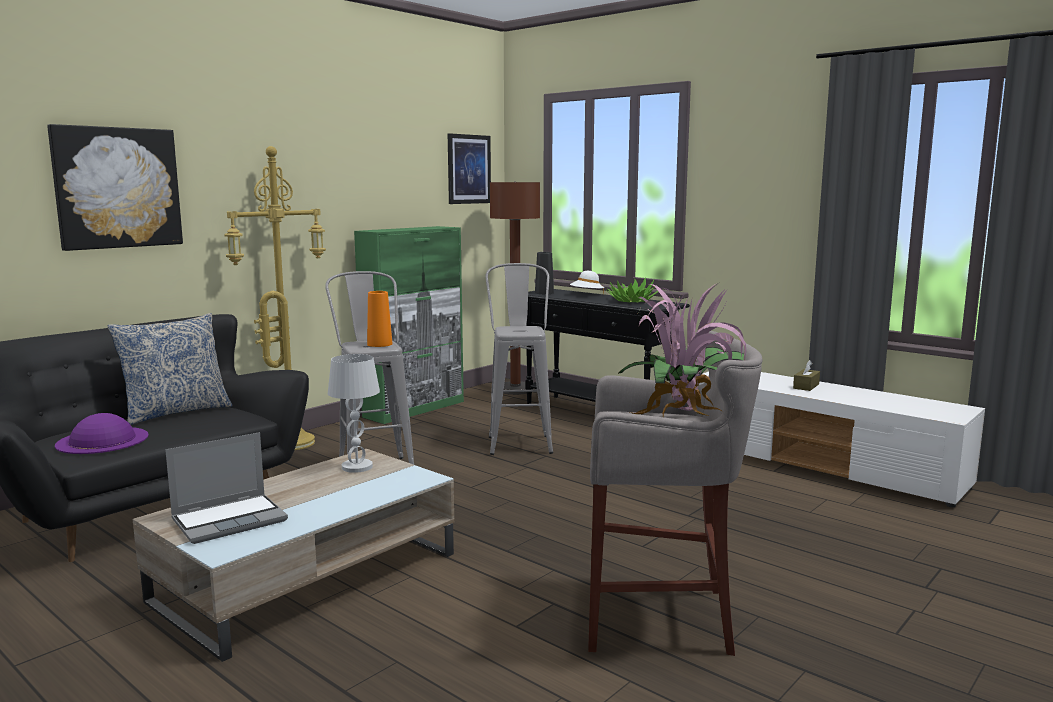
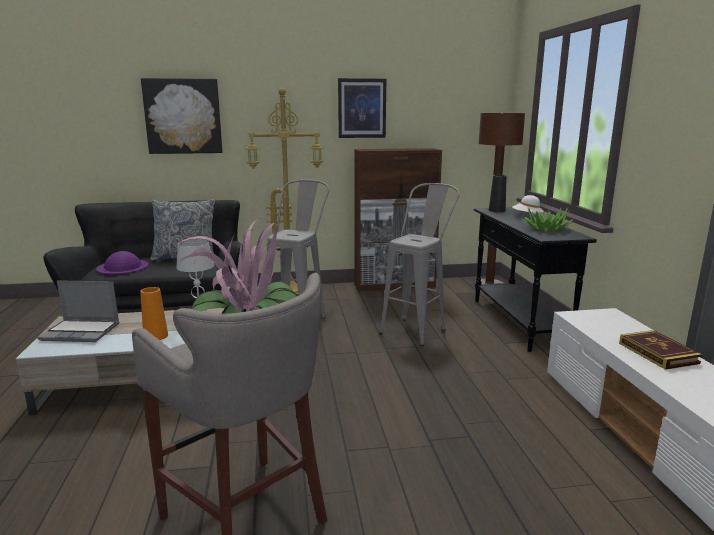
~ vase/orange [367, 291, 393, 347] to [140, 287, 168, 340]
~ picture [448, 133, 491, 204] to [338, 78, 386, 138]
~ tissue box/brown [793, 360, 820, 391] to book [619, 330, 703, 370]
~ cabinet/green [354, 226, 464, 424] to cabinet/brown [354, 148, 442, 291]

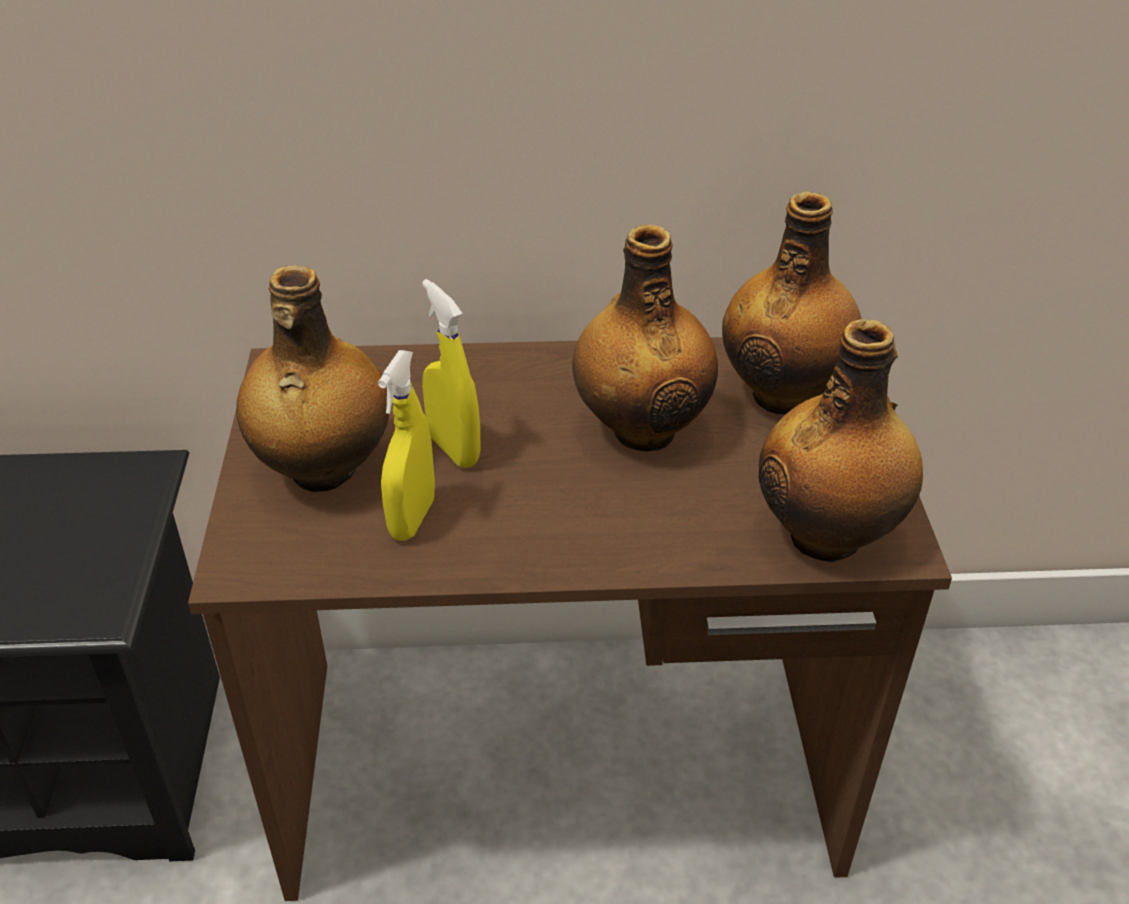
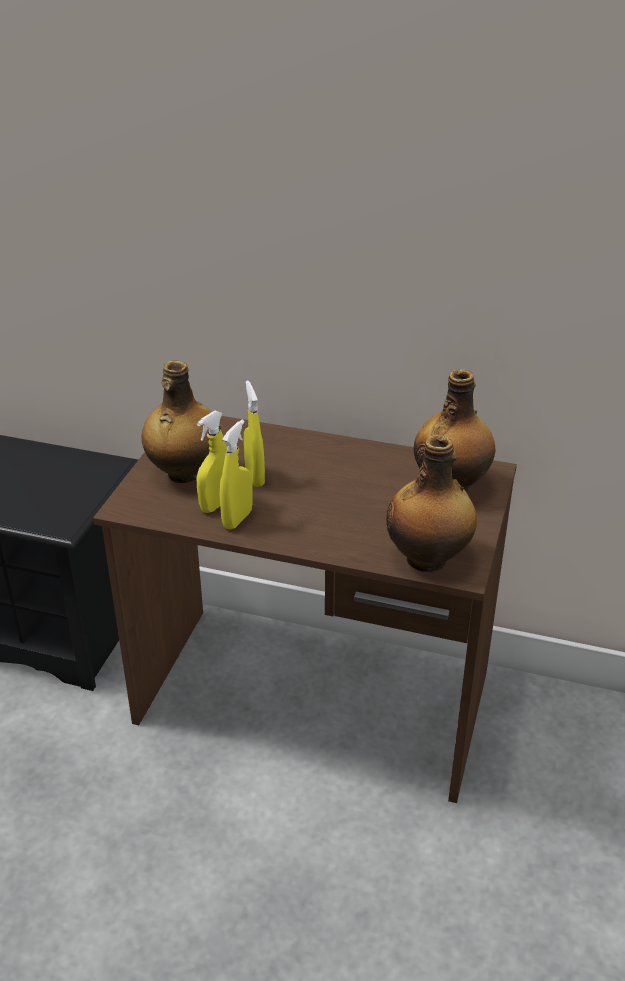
- bottle [572, 225, 718, 451]
+ spray bottle/yellow [220, 420, 253, 530]

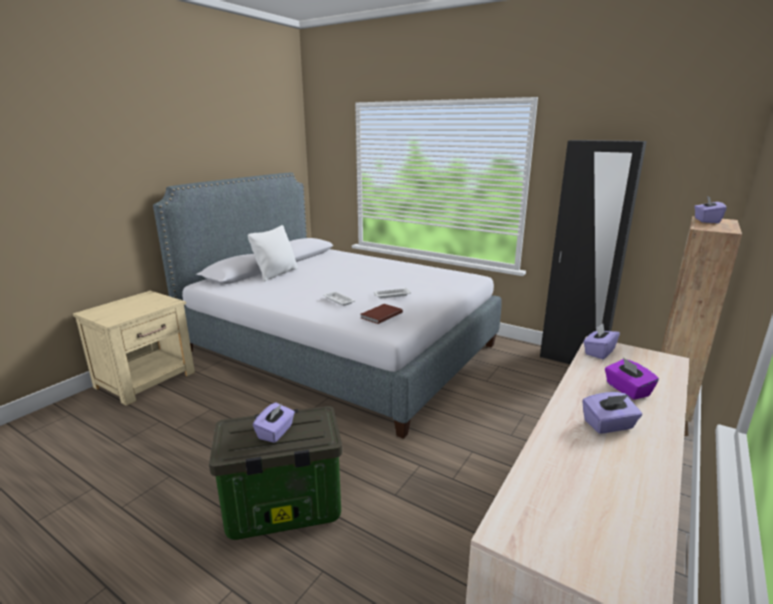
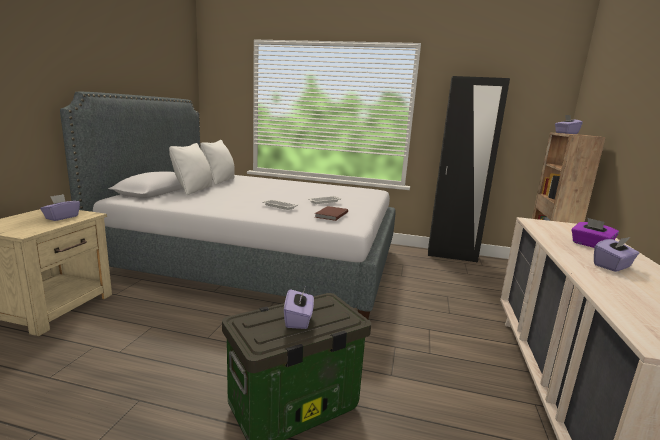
+ pillow/white [201, 140, 235, 185]
~ tissue box/purple [583, 324, 620, 359] to [40, 194, 80, 221]

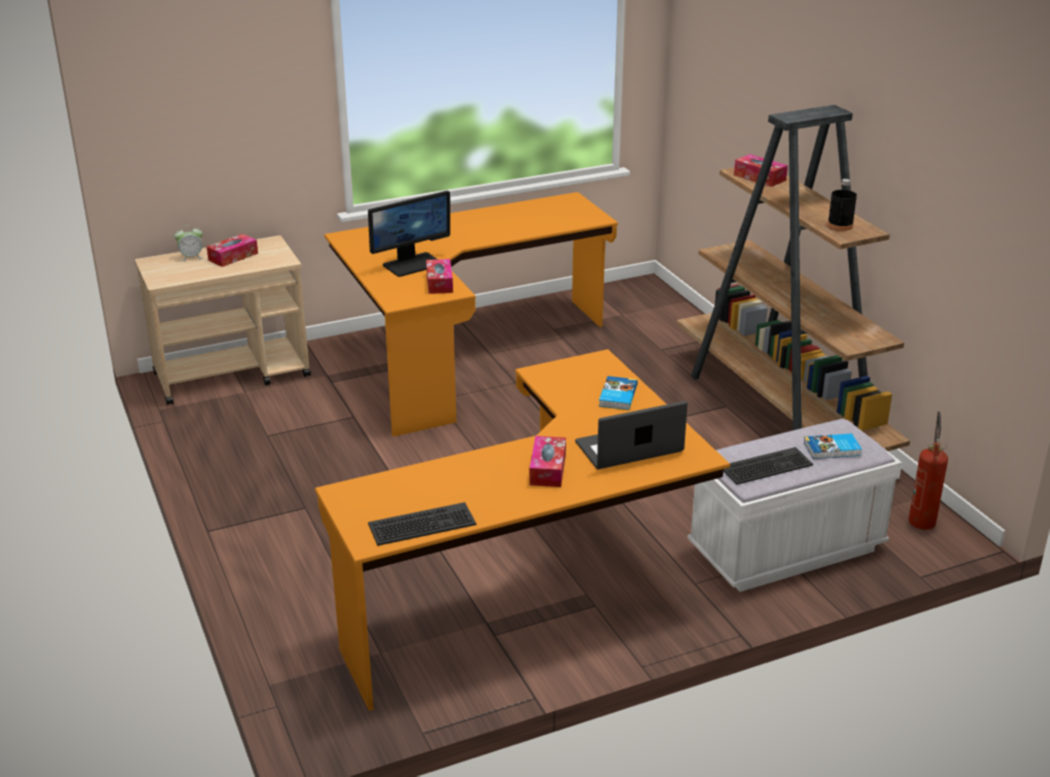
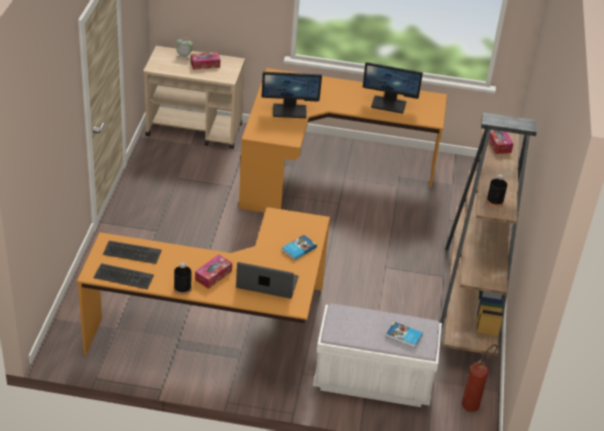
- tissue box [426, 259, 453, 294]
+ bottle/black [174, 262, 192, 295]
+ monitor [363, 62, 423, 114]
~ keyboard [723, 447, 813, 485] to [103, 241, 162, 264]

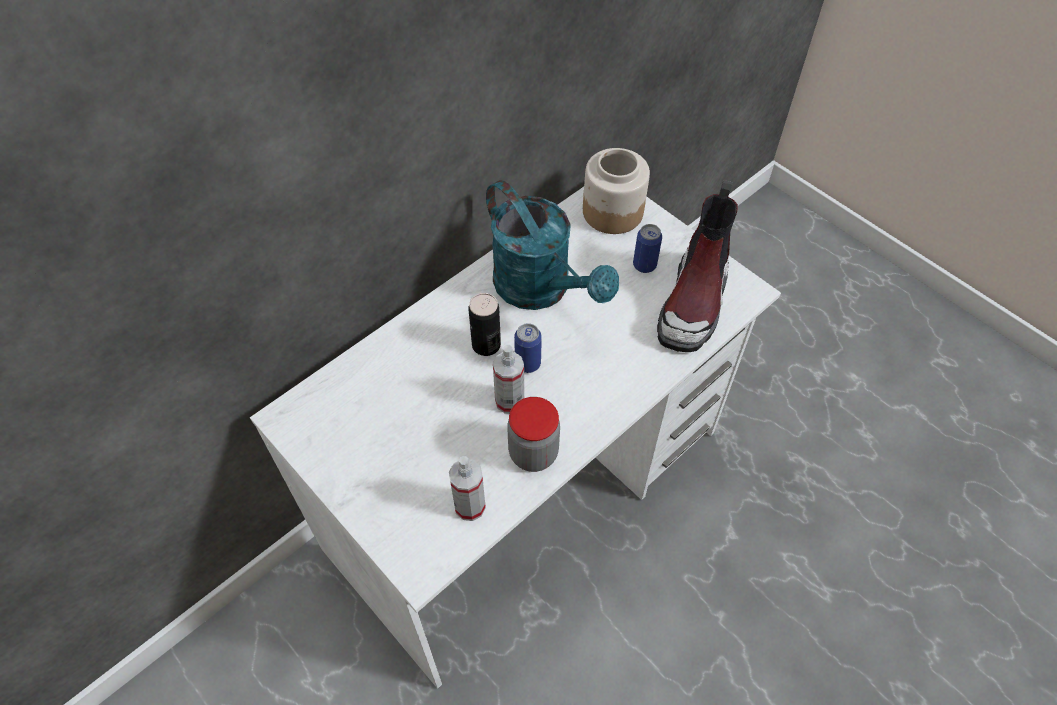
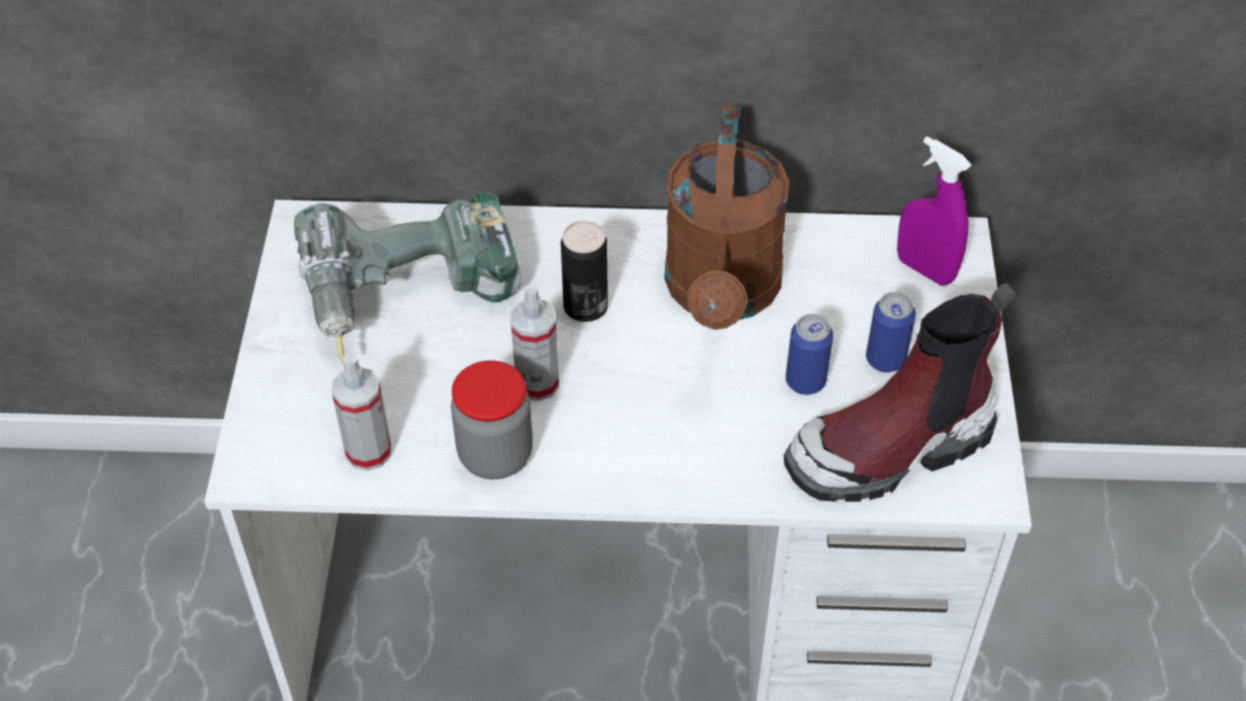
+ power drill [294, 192, 521, 363]
~ can [514, 323, 542, 373] to [786, 314, 833, 395]
~ jar [583, 148, 650, 234] to spray bottle/purple [897, 136, 972, 285]
~ watering can/turquoise [486, 180, 619, 310] to watering can/brown [664, 104, 789, 330]

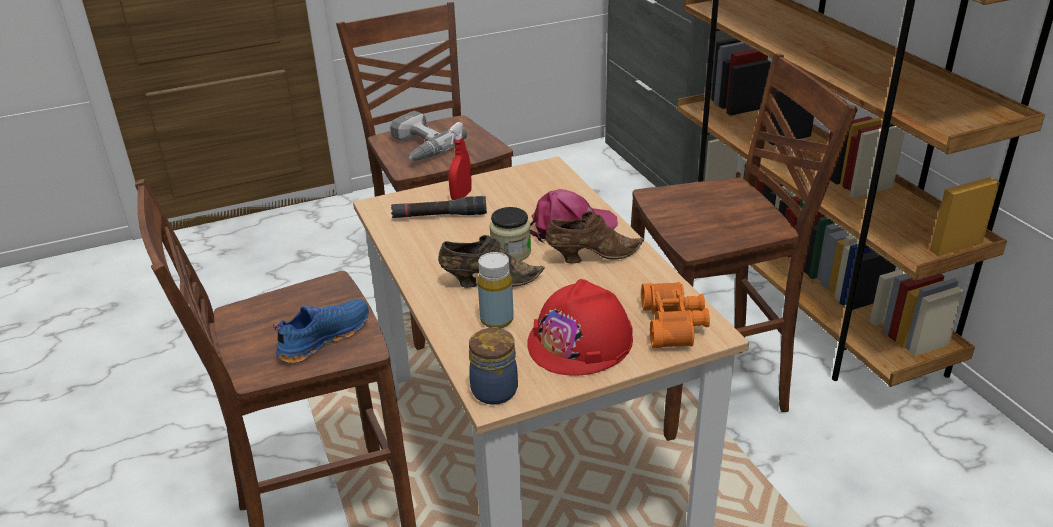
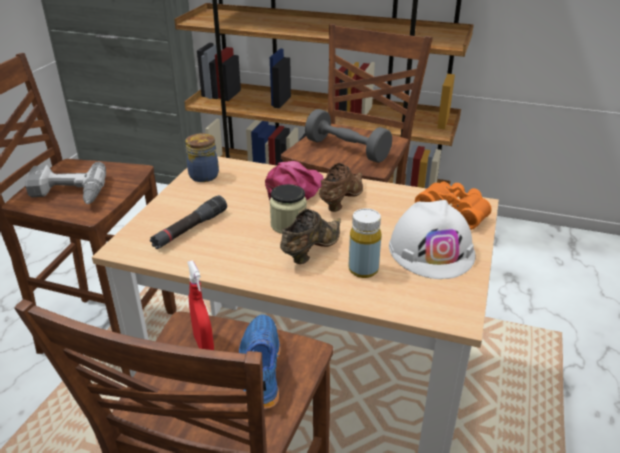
+ dumbbell/grey [305, 109, 392, 163]
~ spray bottle/red [448, 122, 472, 200] to [187, 260, 214, 350]
~ jar [469, 327, 518, 405] to [185, 133, 219, 182]
~ hard hat/red [527, 279, 633, 376] to hard hat/white [389, 200, 476, 279]

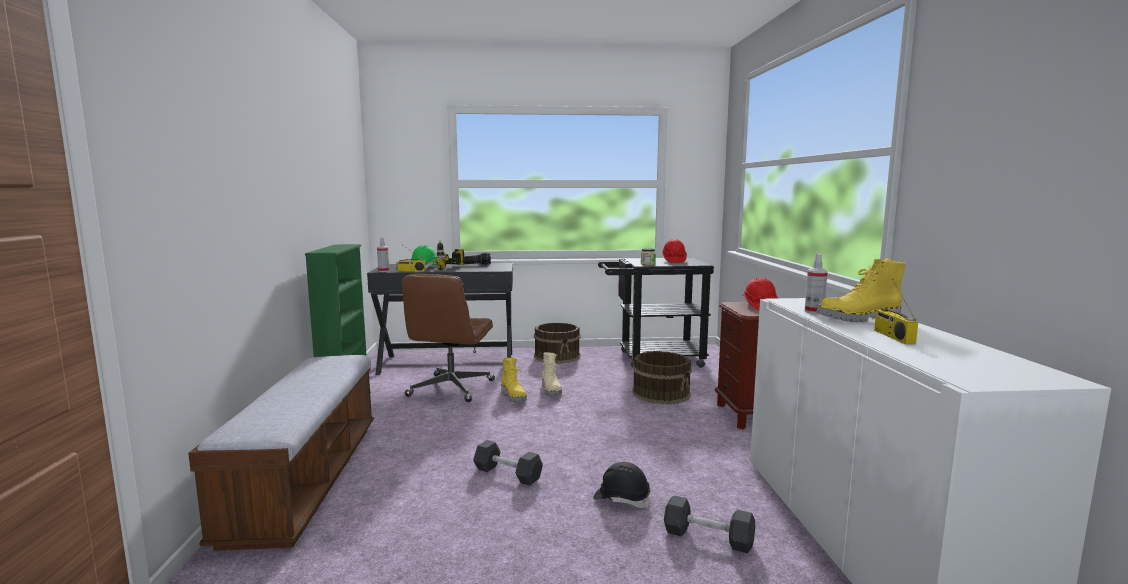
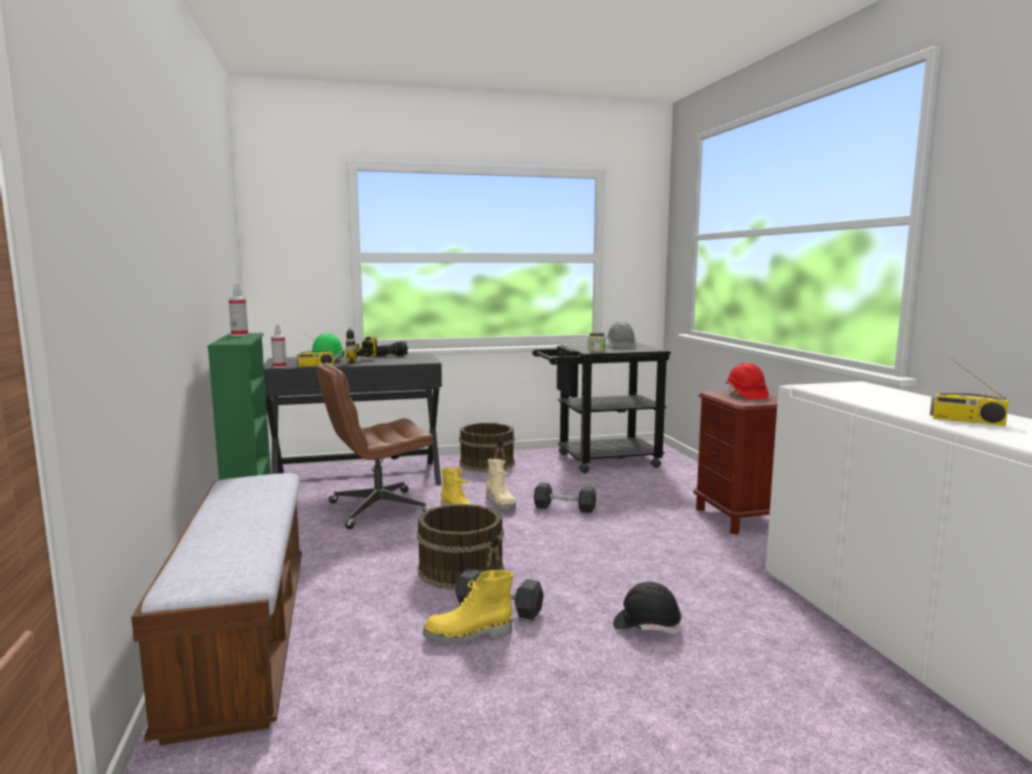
~ bucket/brown [632, 351, 692, 404] to [417, 504, 504, 590]
~ dumbbell/grey [664, 495, 755, 553] to [534, 482, 596, 513]
~ spray bottle [805, 254, 828, 314] to [229, 284, 248, 336]
~ boot/yellow [816, 258, 906, 323] to [422, 570, 513, 645]
~ hard hat/red [662, 239, 687, 263] to hard hat/grey [606, 322, 636, 349]
~ office chair/brown [402, 274, 495, 402] = [316, 362, 434, 529] 60 degrees clockwise
~ radio [874, 279, 918, 344] = [930, 359, 1009, 426] 45 degrees counterclockwise

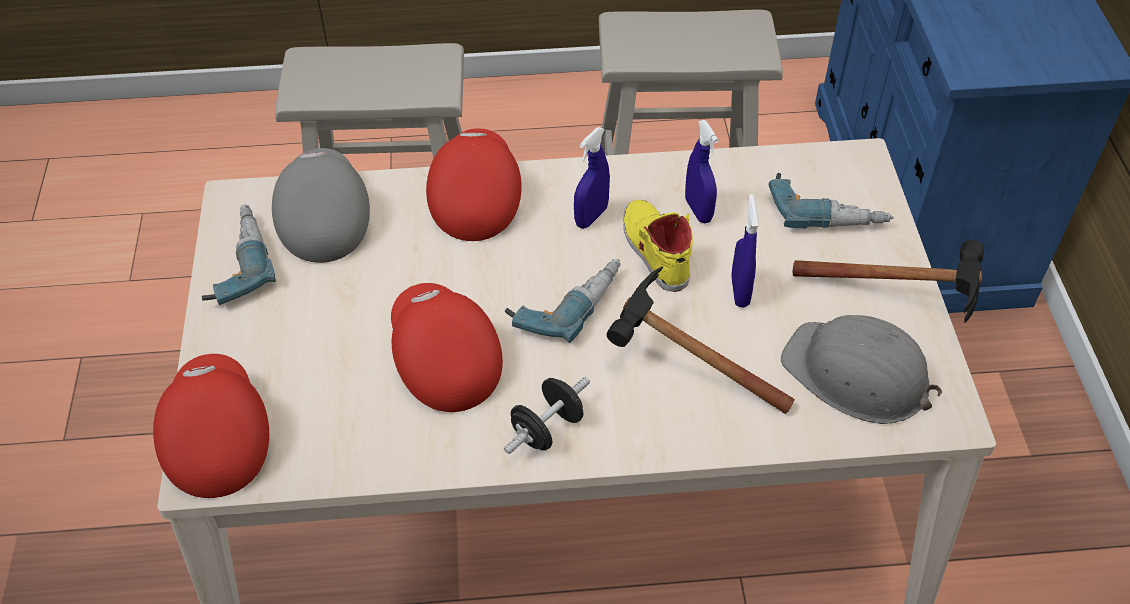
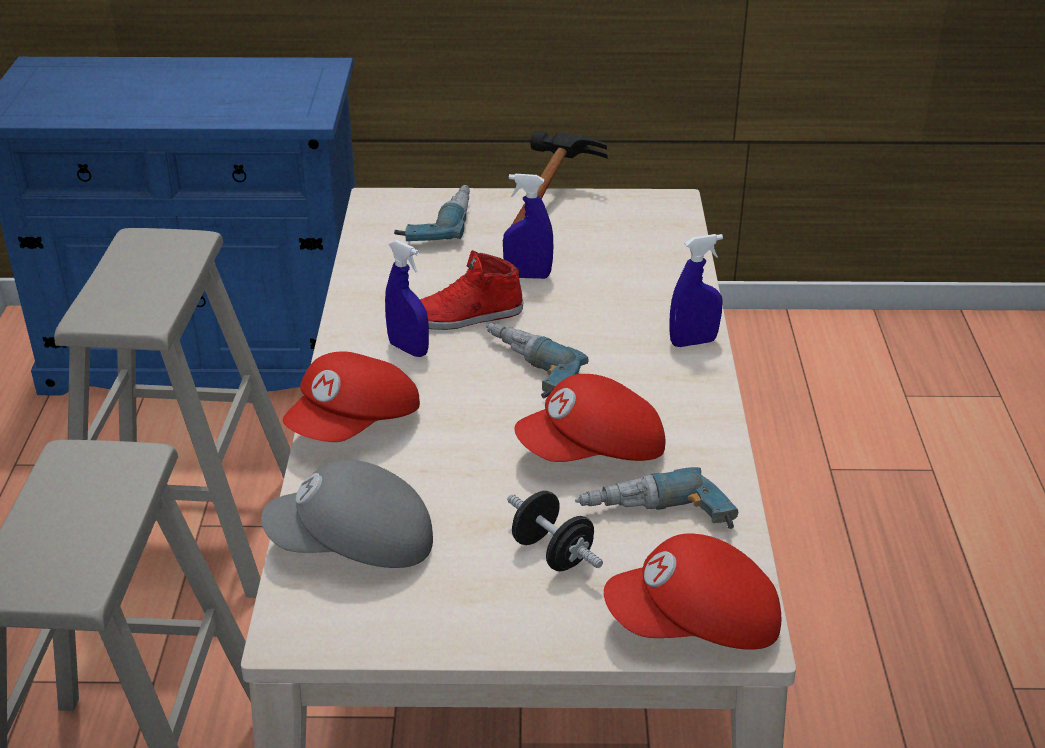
- hammer [607, 266, 795, 414]
- hard hat/grey [781, 315, 942, 424]
~ power drill [202, 204, 276, 305] to [575, 467, 738, 529]
~ dumbbell/black [504, 377, 590, 454] to [507, 491, 603, 571]
~ spray bottle/blue [685, 120, 718, 223] to [669, 234, 723, 347]
~ shoe/yellow [623, 200, 693, 292] to shoe/red [420, 250, 523, 330]
~ cap/red [426, 128, 522, 241] = [283, 351, 420, 442] 60 degrees counterclockwise

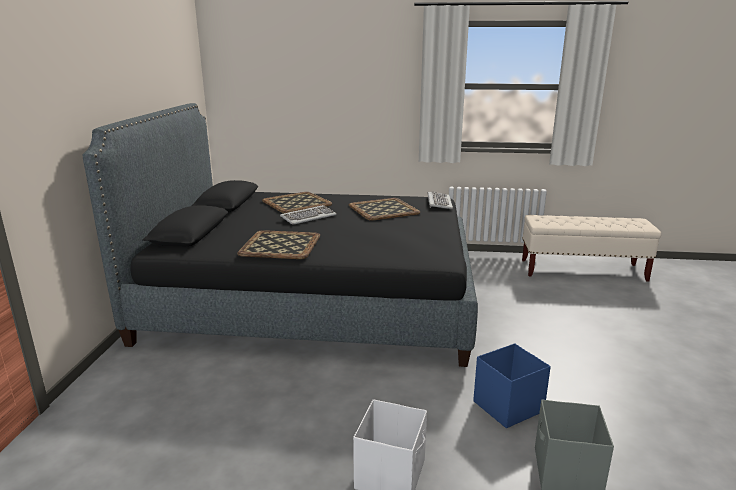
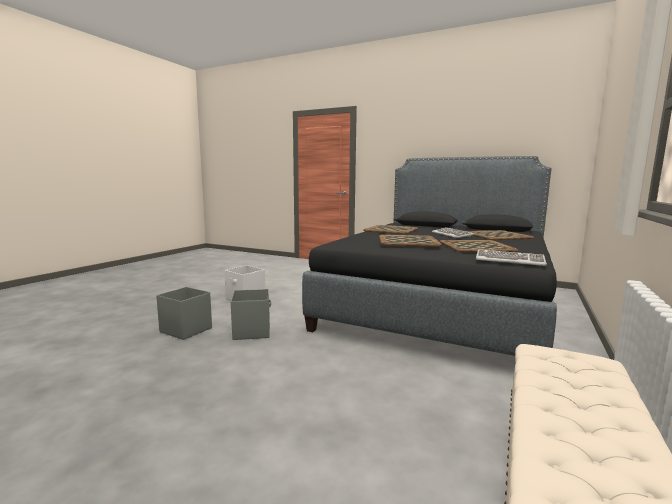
+ tray [379, 235, 442, 247]
~ storage box/blue [473, 343, 551, 428] to storage box/grey [231, 289, 271, 340]

